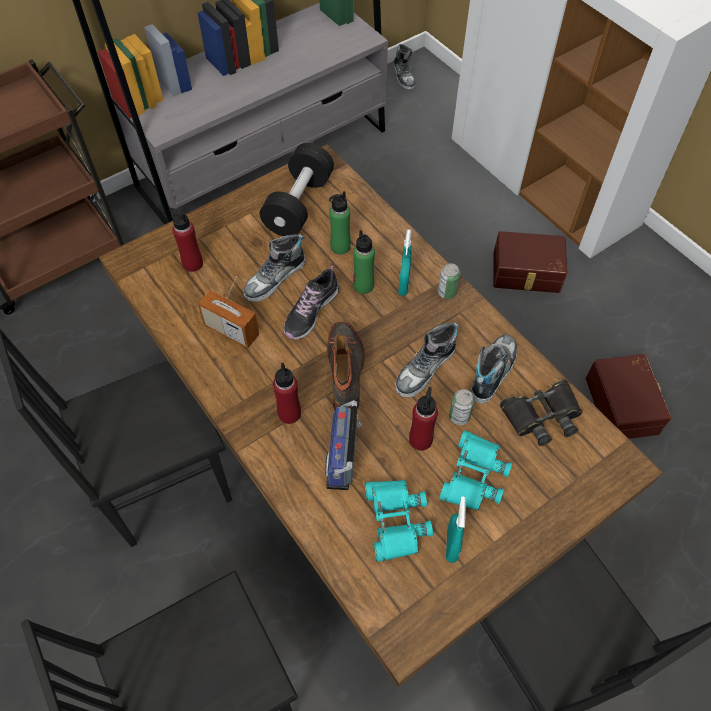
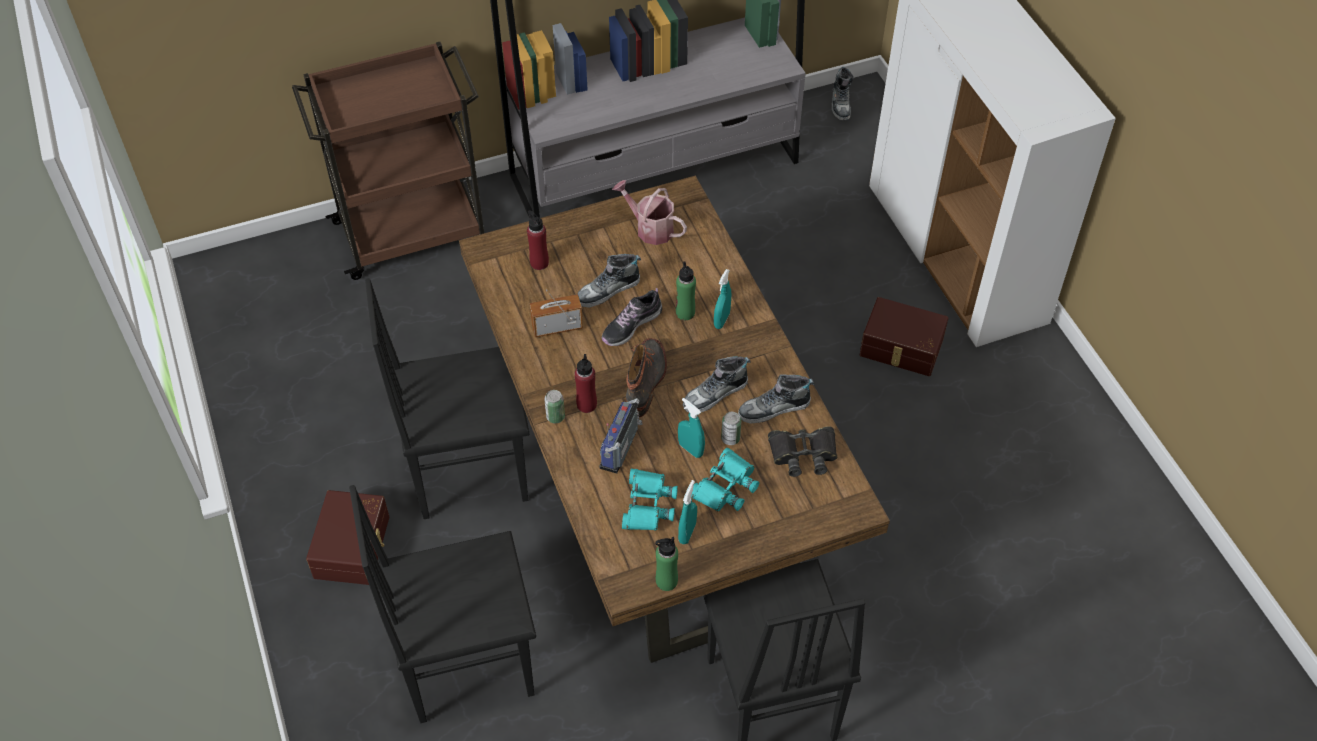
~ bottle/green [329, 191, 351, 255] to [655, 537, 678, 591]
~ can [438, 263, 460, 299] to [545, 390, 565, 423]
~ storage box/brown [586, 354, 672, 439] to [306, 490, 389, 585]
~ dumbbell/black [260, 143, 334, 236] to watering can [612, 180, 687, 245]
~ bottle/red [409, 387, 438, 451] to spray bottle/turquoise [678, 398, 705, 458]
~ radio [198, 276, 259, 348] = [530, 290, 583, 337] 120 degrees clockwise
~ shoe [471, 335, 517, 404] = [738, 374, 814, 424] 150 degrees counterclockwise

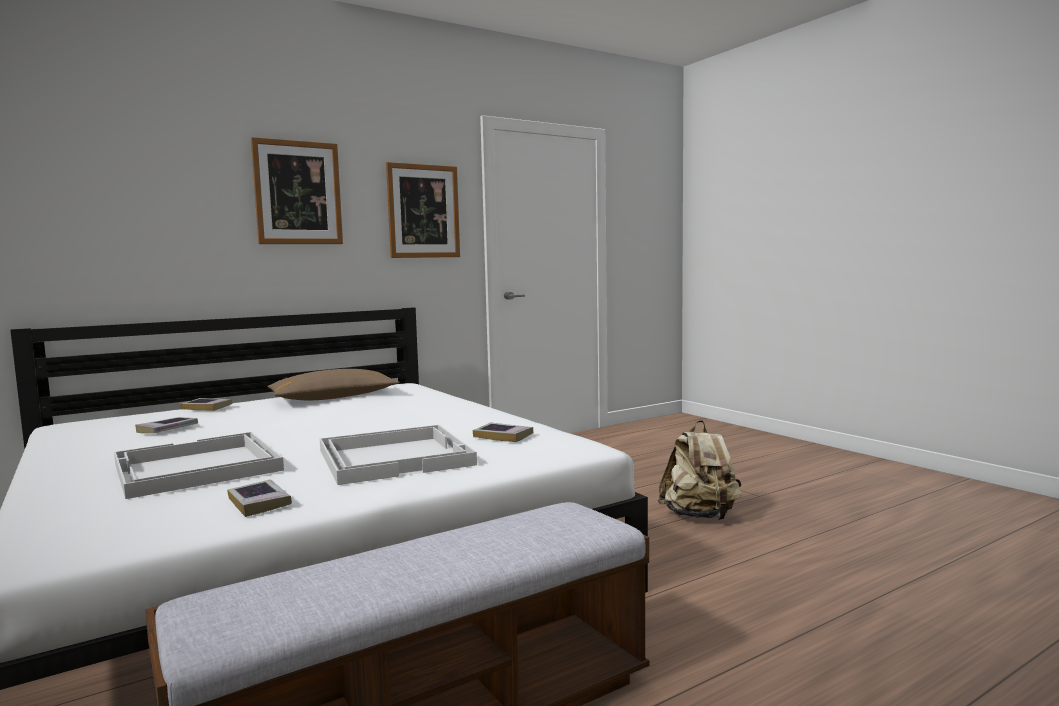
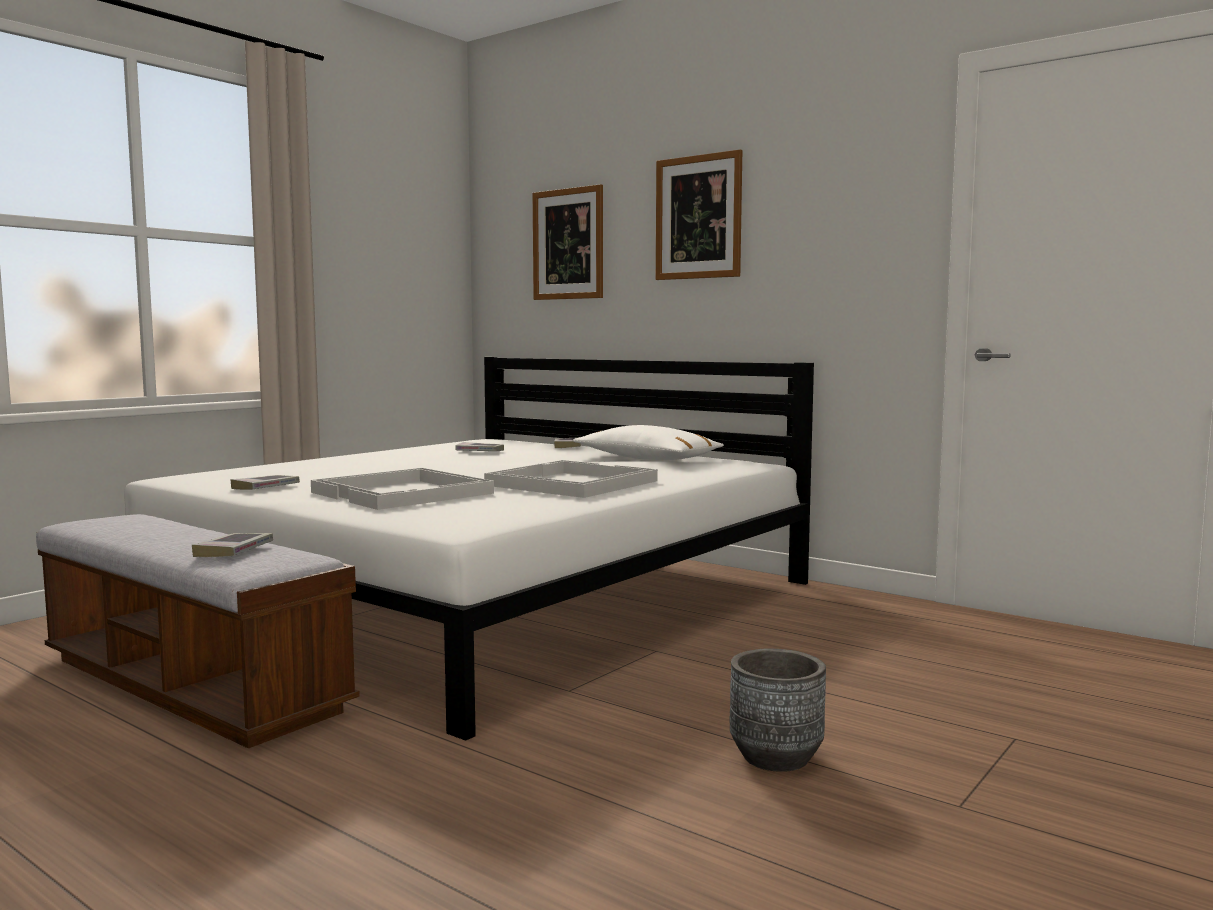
~ tray/white [114, 432, 284, 499] to [484, 460, 658, 498]
~ picture [386, 162, 460, 258] to [533, 184, 603, 300]
~ book [473, 422, 533, 442] to [192, 533, 273, 557]
~ backpack/beige [658, 420, 741, 520] to planter/grey [730, 648, 826, 772]
~ pillow/brown [268, 369, 400, 400] to pillow/white [573, 425, 724, 460]

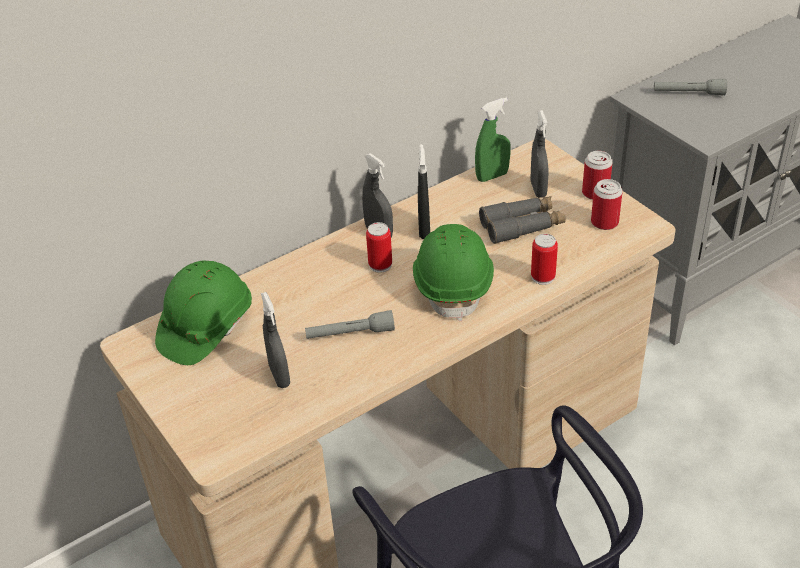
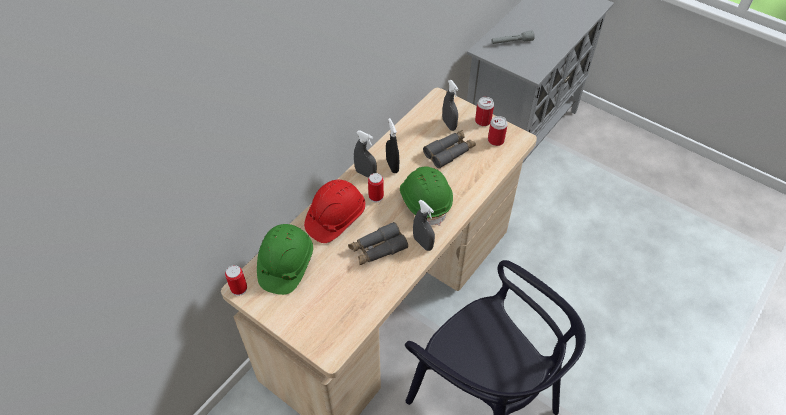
- spray bottle/green [475, 97, 511, 182]
+ hard hat/red [304, 180, 365, 243]
~ spray bottle/grey [261, 292, 290, 388] to [413, 200, 435, 251]
~ can [531, 234, 558, 285] to [225, 265, 247, 296]
~ flashlight/grey [305, 310, 395, 339] to binoculars/grey [348, 222, 408, 265]

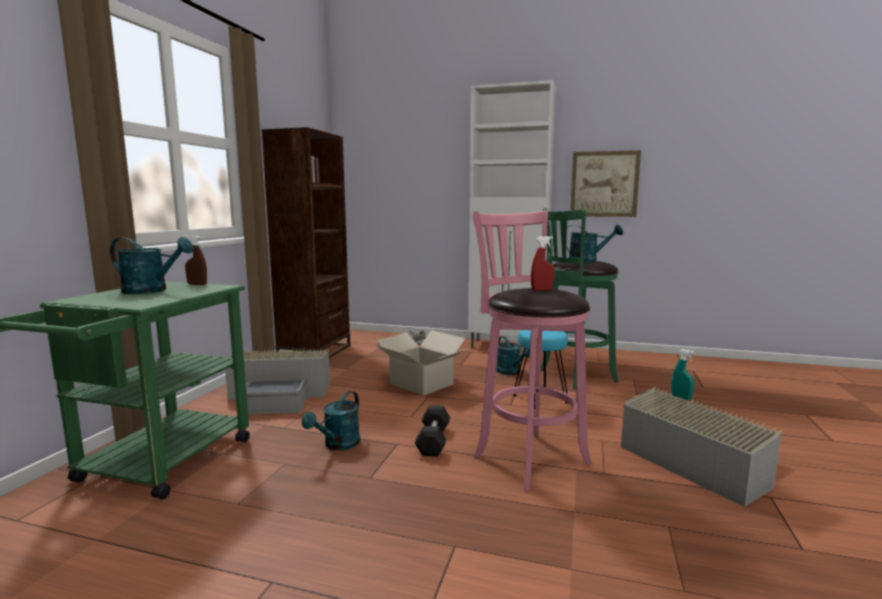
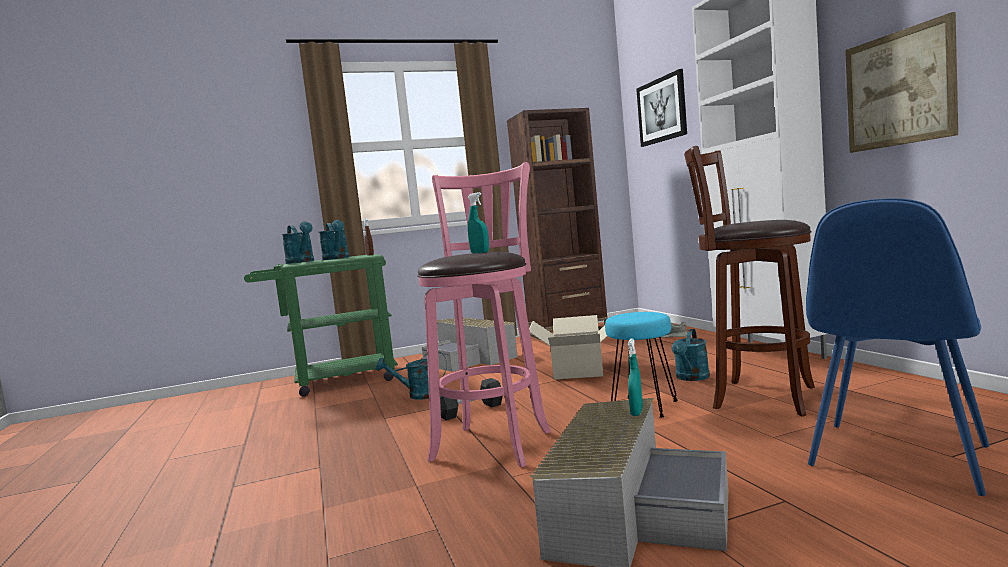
+ picture [636, 69, 687, 147]
+ chair/blue [806, 198, 989, 496]
~ watering can/turquoise [567, 225, 623, 263] to [282, 222, 314, 264]
~ spray bottle/red [531, 236, 554, 291] to spray bottle/turquoise [468, 192, 489, 254]
~ stool/green [541, 208, 619, 390] to stool/brown [684, 146, 815, 416]

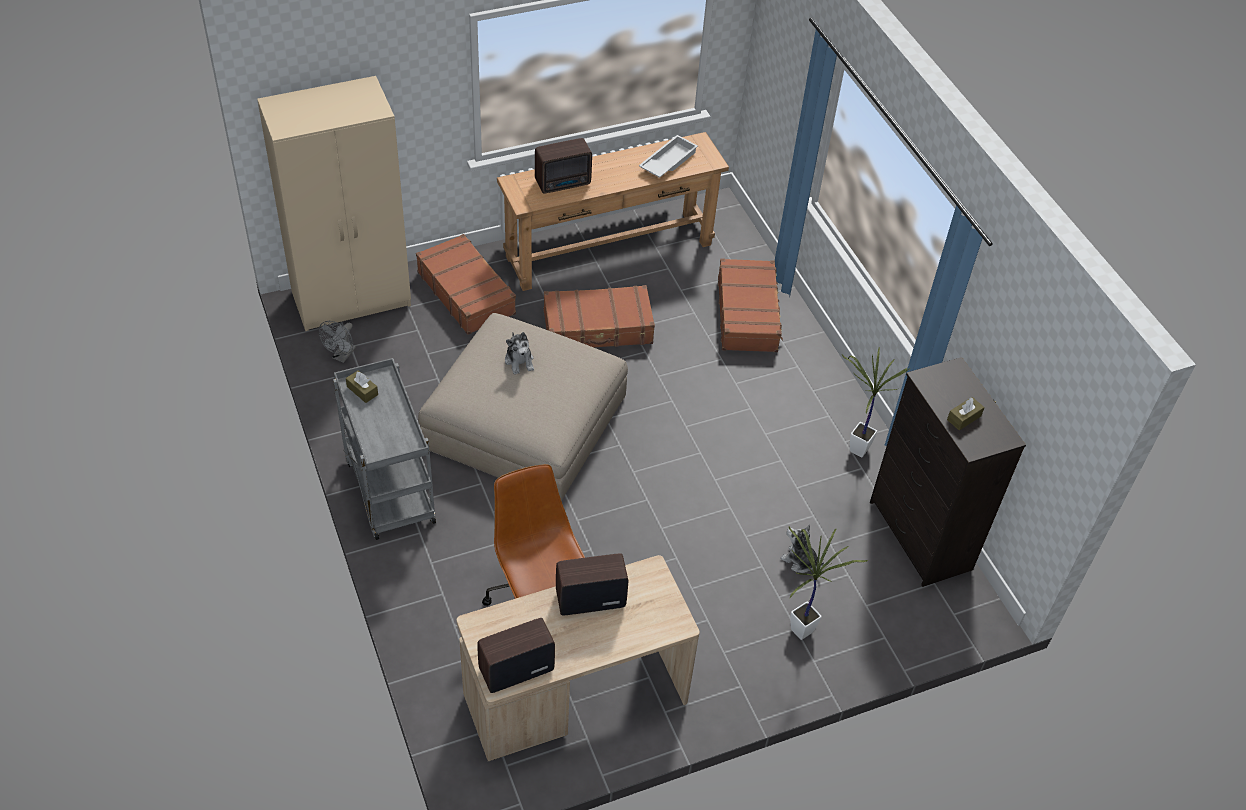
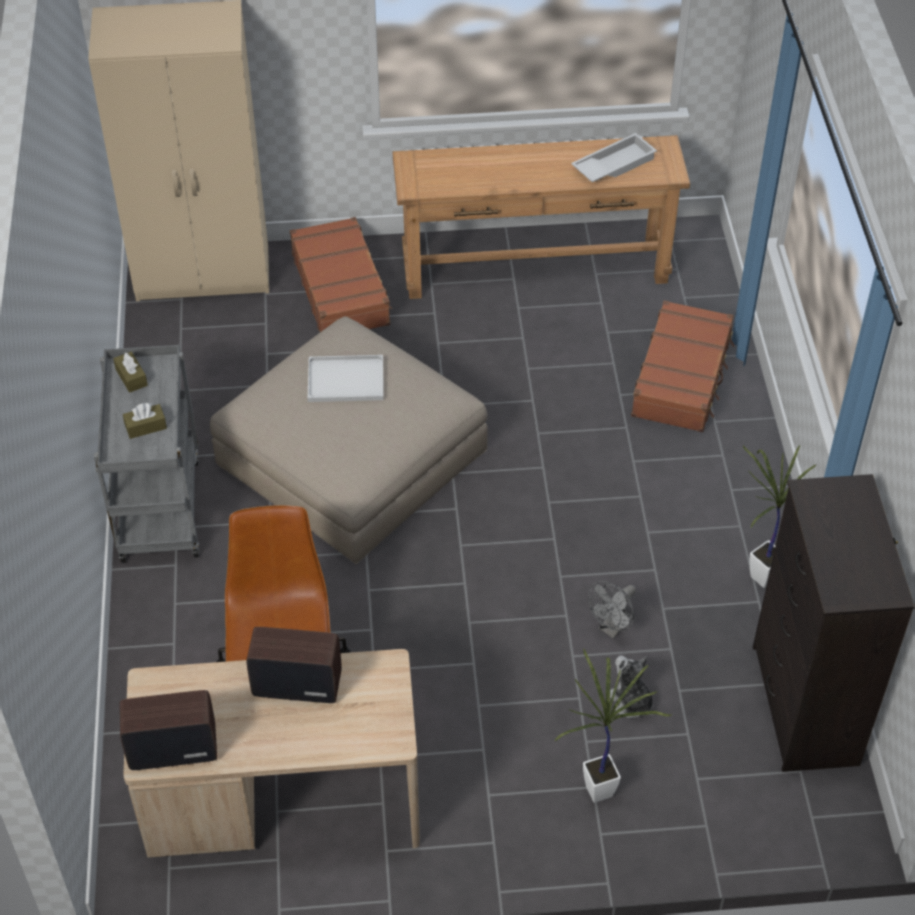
- radio [535, 138, 592, 194]
- suitcase/brown [544, 285, 655, 347]
~ fan/grey [319, 321, 356, 363] to [588, 581, 636, 639]
~ tissue box/brown [947, 397, 985, 430] to [123, 403, 167, 439]
~ plush toy [505, 332, 534, 374] to tray/white [308, 355, 384, 402]

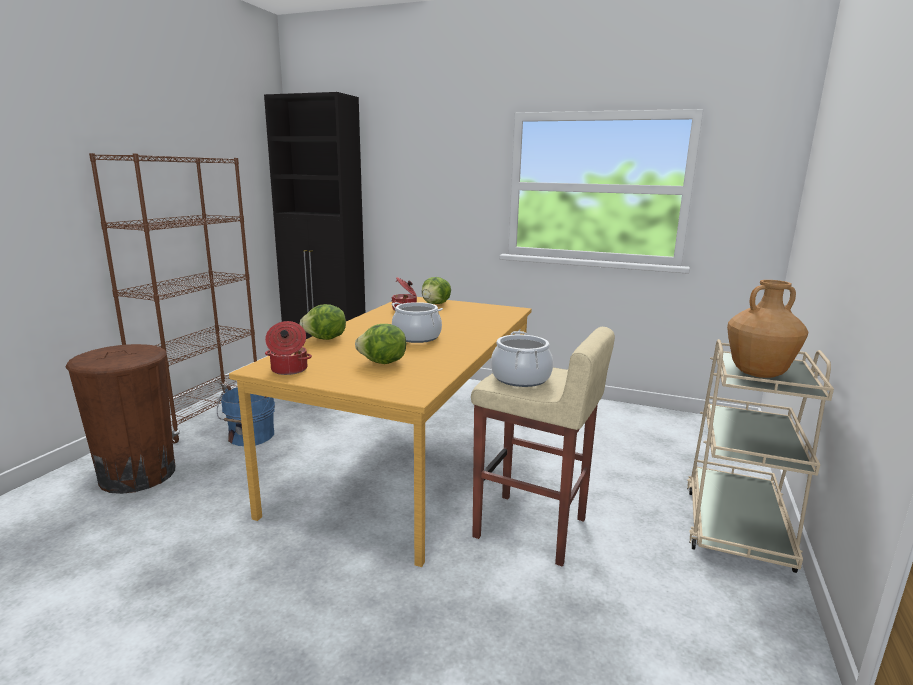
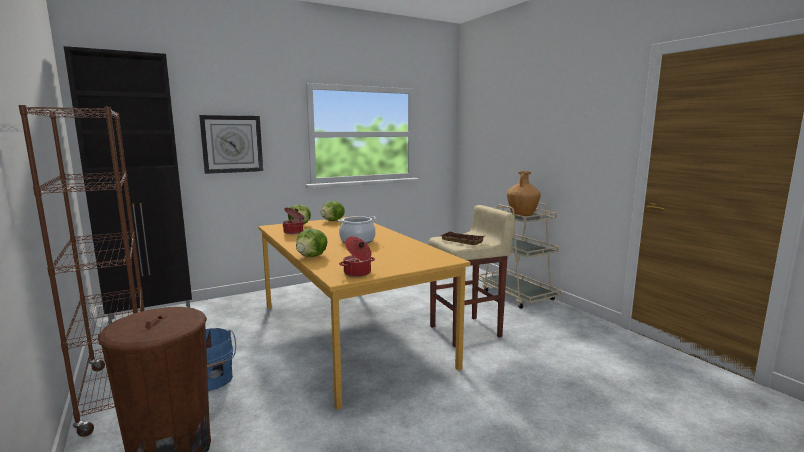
+ wall clock [199, 115, 263, 174]
~ lettuce [355, 324, 406, 364] to [320, 201, 345, 221]
~ cooking pot [491, 331, 553, 387] to tray/brown [440, 231, 485, 245]

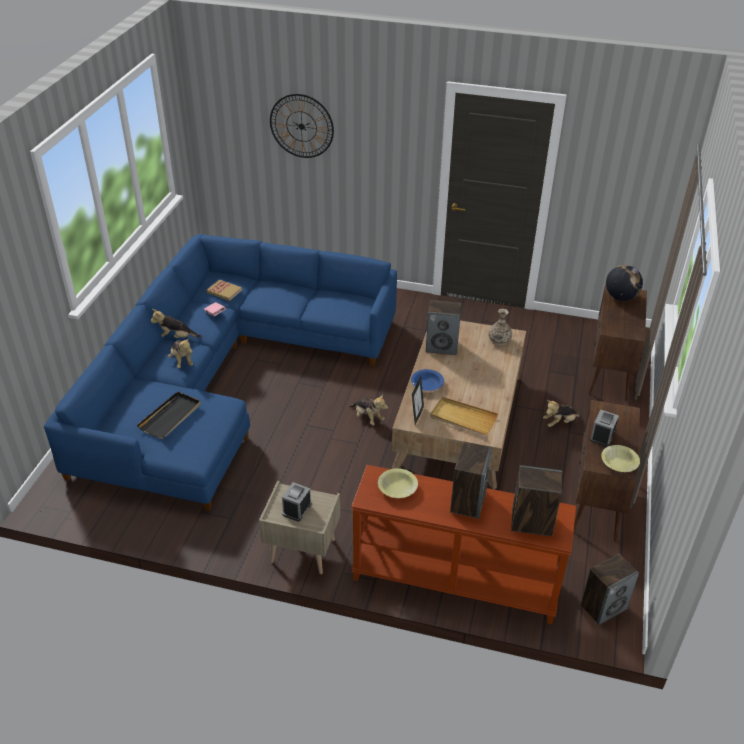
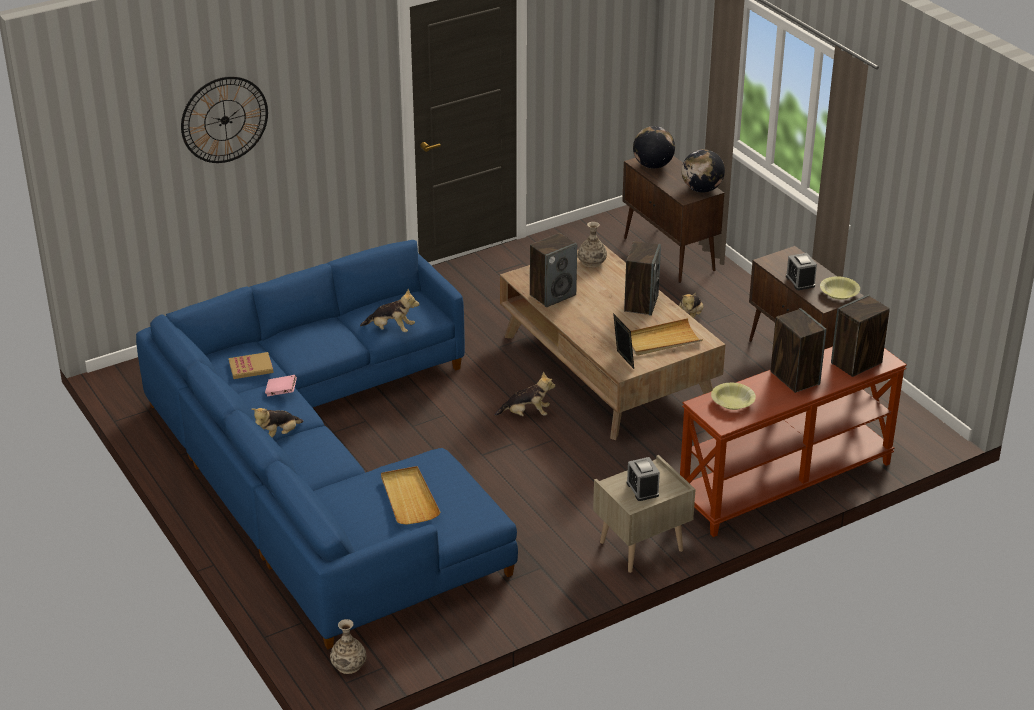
- bowl/blue [411, 369, 444, 391]
+ vase [330, 619, 366, 674]
+ globe [682, 149, 725, 193]
~ plush toy [168, 337, 193, 368] to [360, 289, 419, 332]
~ speaker [581, 554, 639, 625] to [624, 241, 661, 316]
~ tray/black [137, 391, 200, 439] to tray/beige [381, 466, 440, 525]

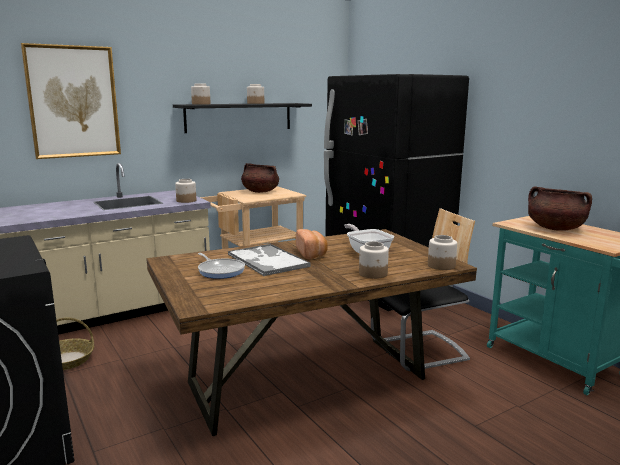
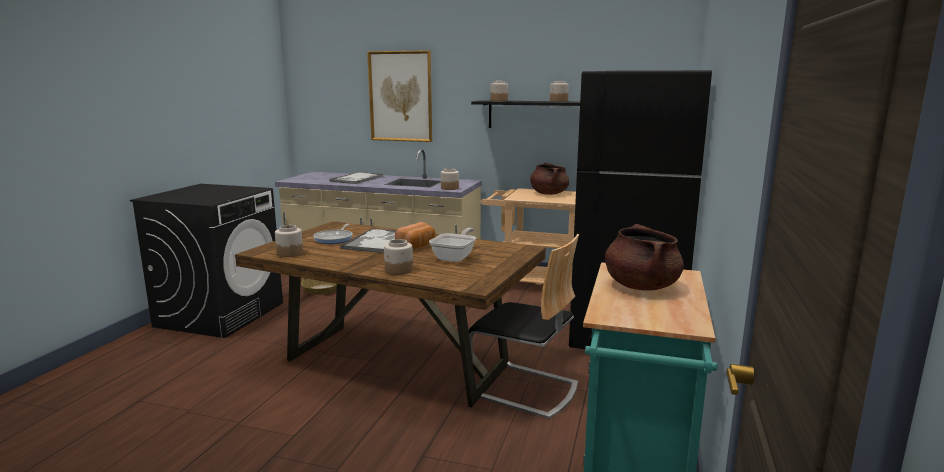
+ tray [329, 172, 384, 184]
~ jar [428, 235, 457, 270] to [275, 225, 303, 257]

